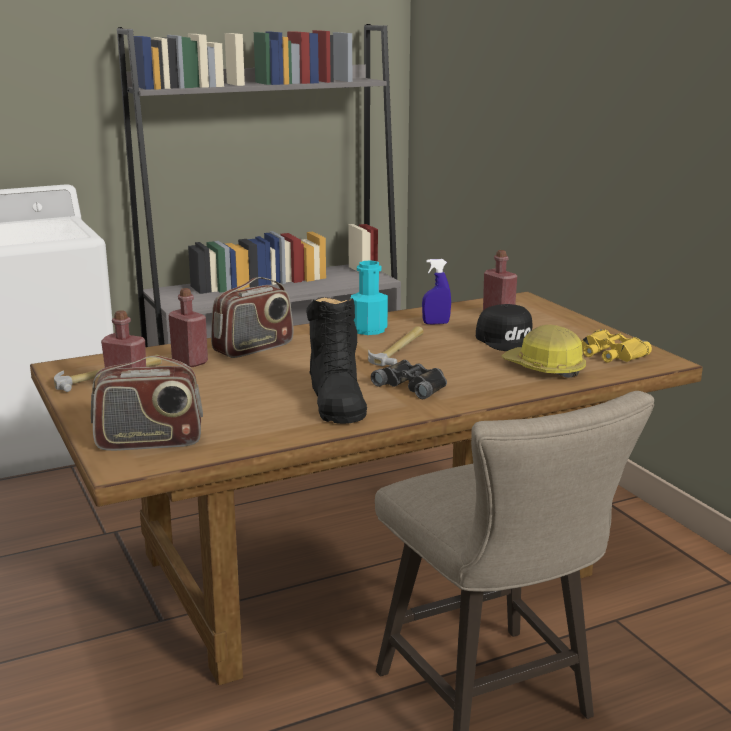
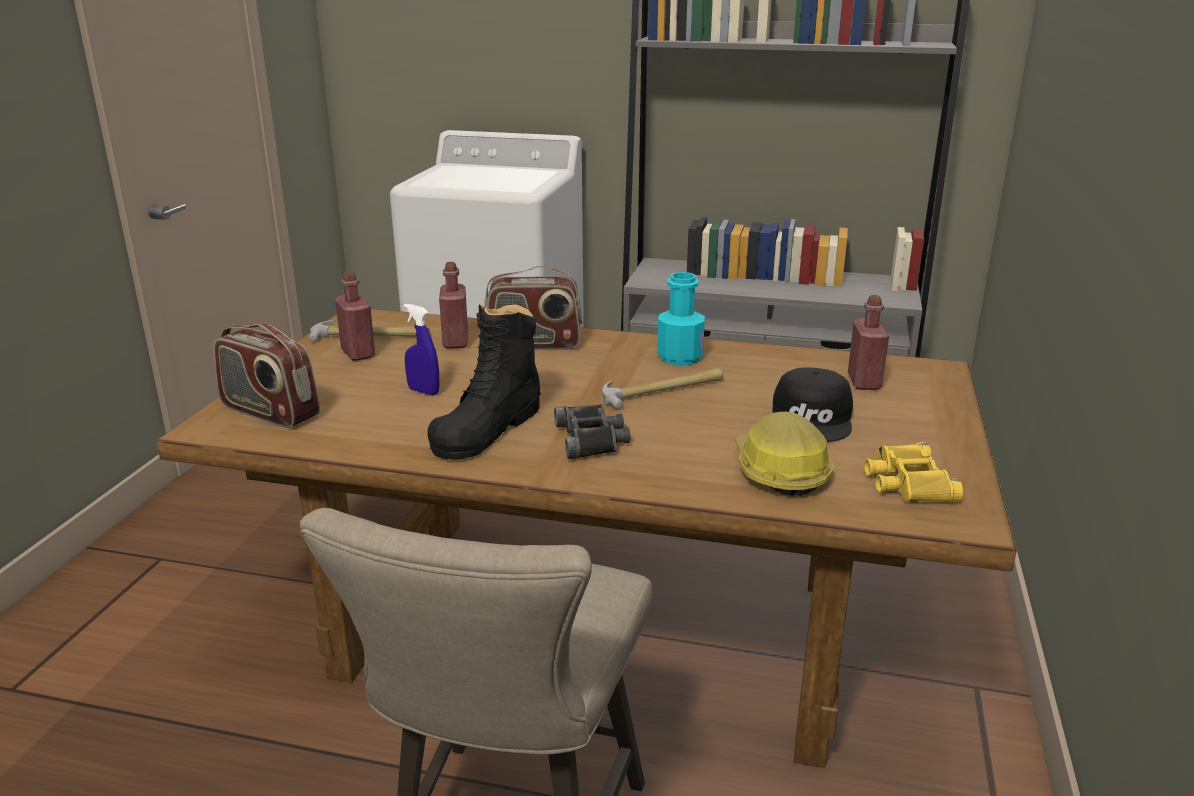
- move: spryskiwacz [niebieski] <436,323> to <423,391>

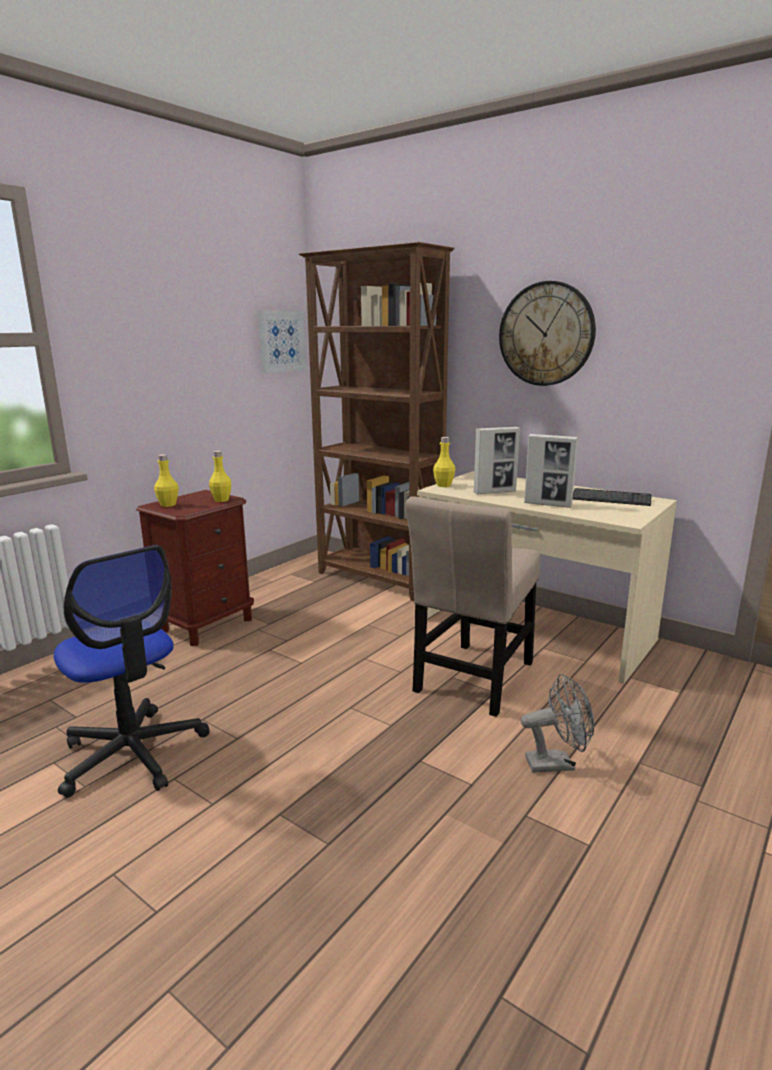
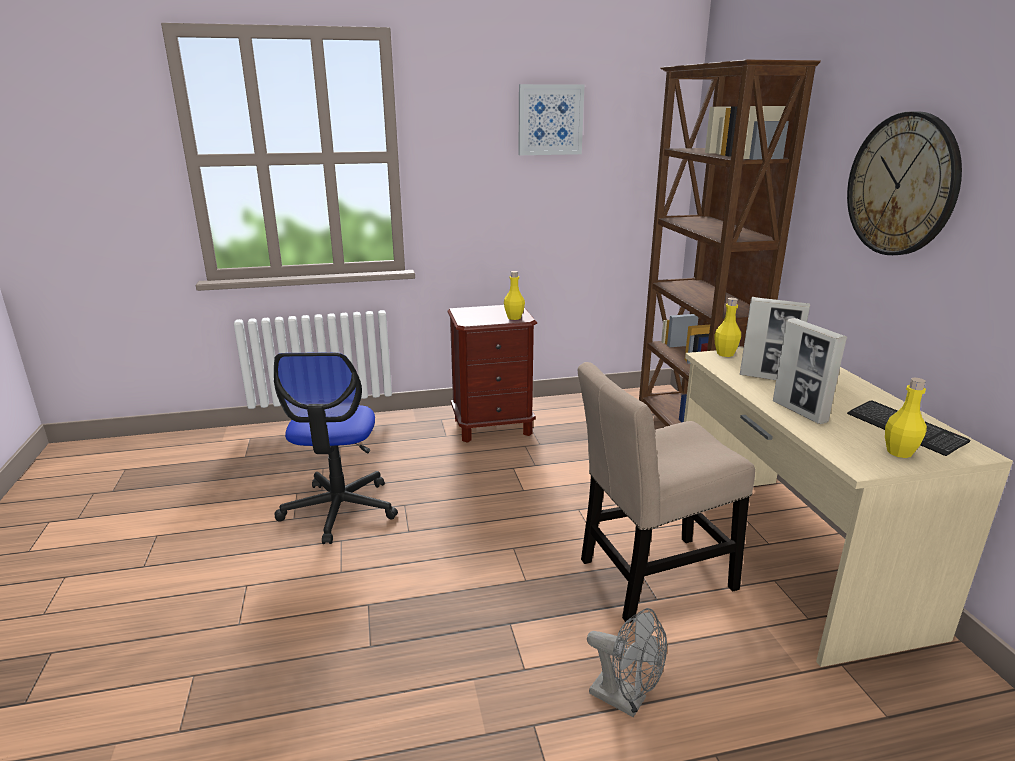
- move: obraz <281,341> to <550,120>
- move: butelka [żółty] <168,505> to <899,452>

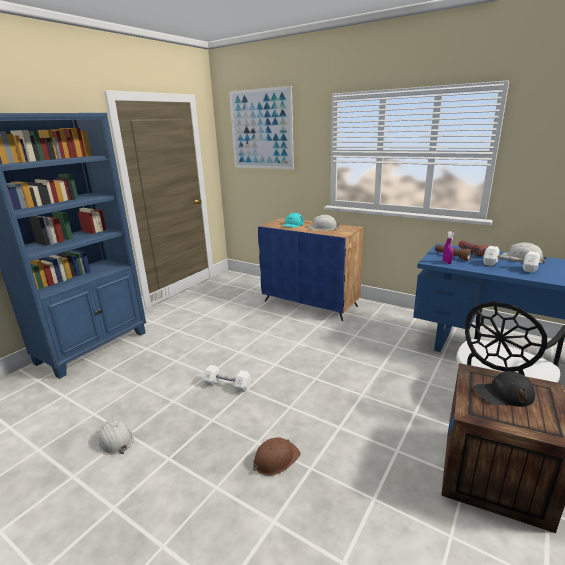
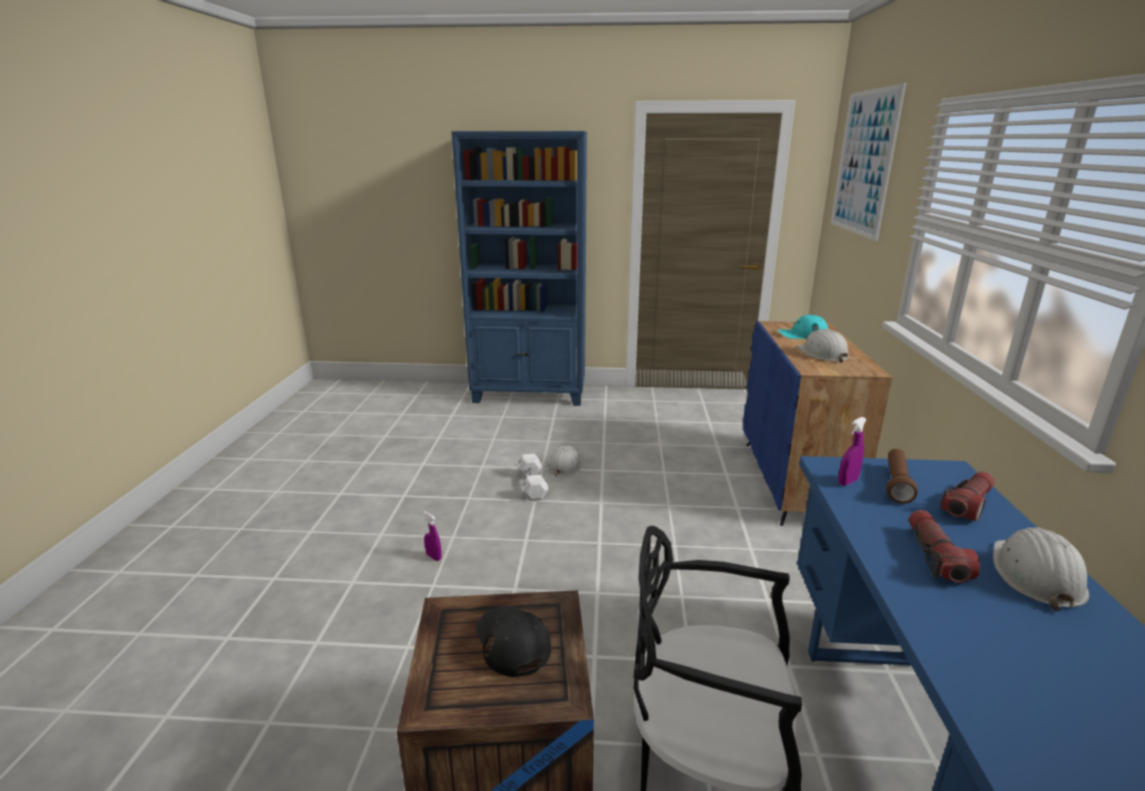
- replace: kask [brązowy] <275,459> to spryskiwacz [fioletowy] <433,557>
- move: kask [biały] <115,440> to <565,466>
- replace: hantel [biały] <509,267> to latarka <935,556>

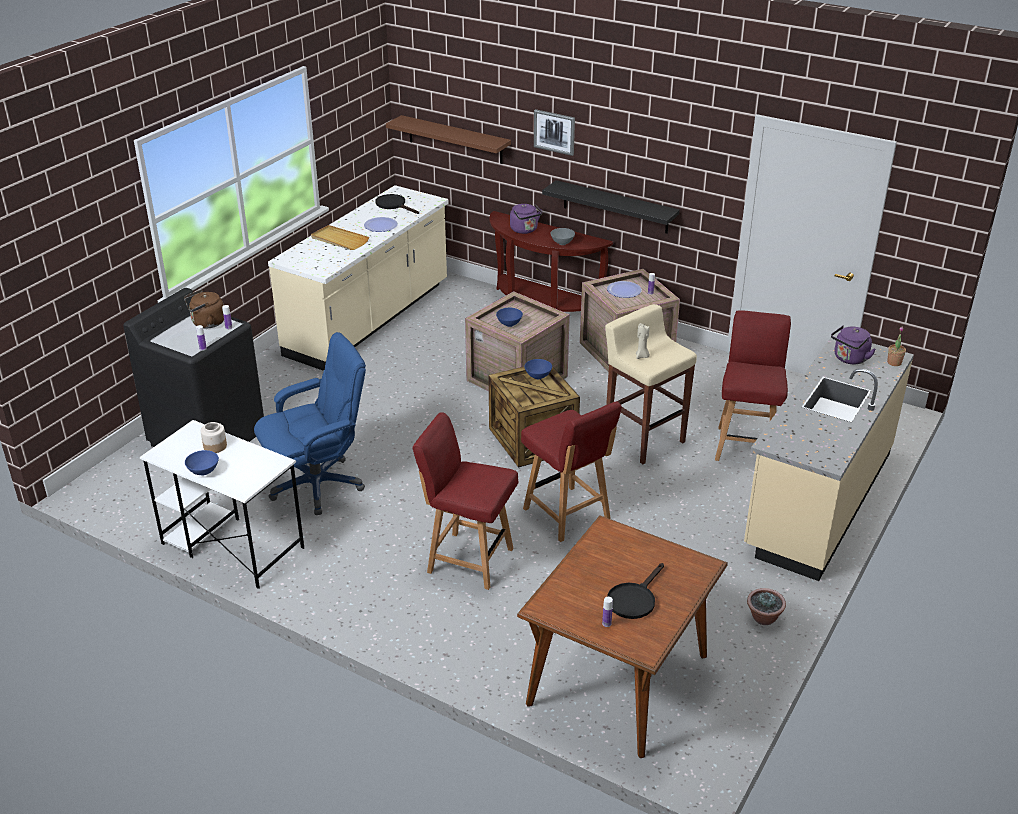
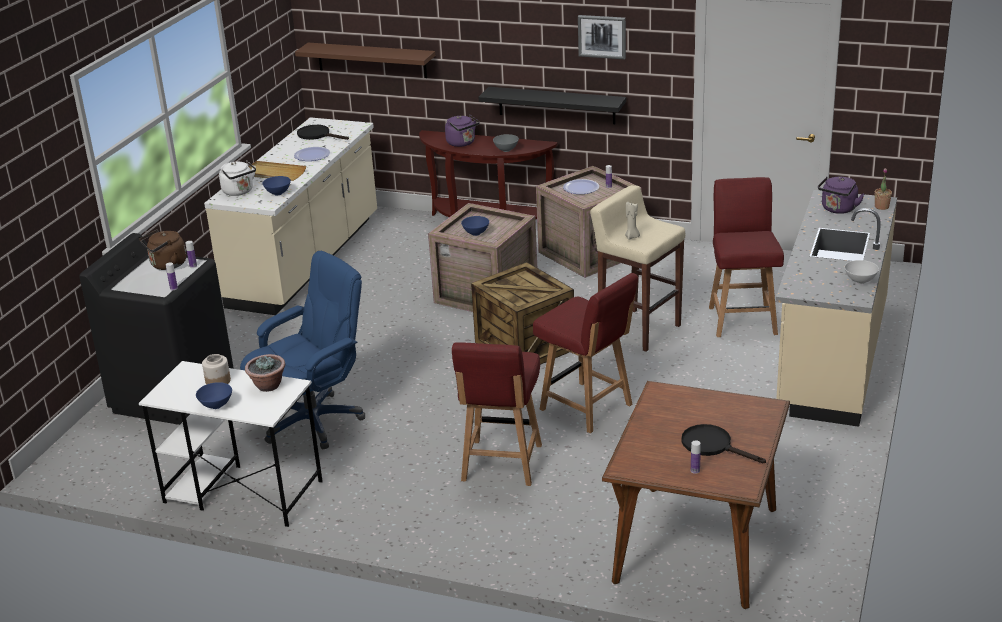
- insert: czajnik [biały] <239,192>
- move: roślina doniczkowa <763,618> to <268,386>
- move: miska [niebieski] <537,377> to <278,193>
- rotate: krzesło [czerwony] <468,559> = <501,464> 90 degrees counterclockwise
- move: obraz <554,132> to <602,36>
- rotate: patelnia [czarny] <634,599> = <713,445> 105 degrees clockwise
- insert: miska [biały] <860,281>

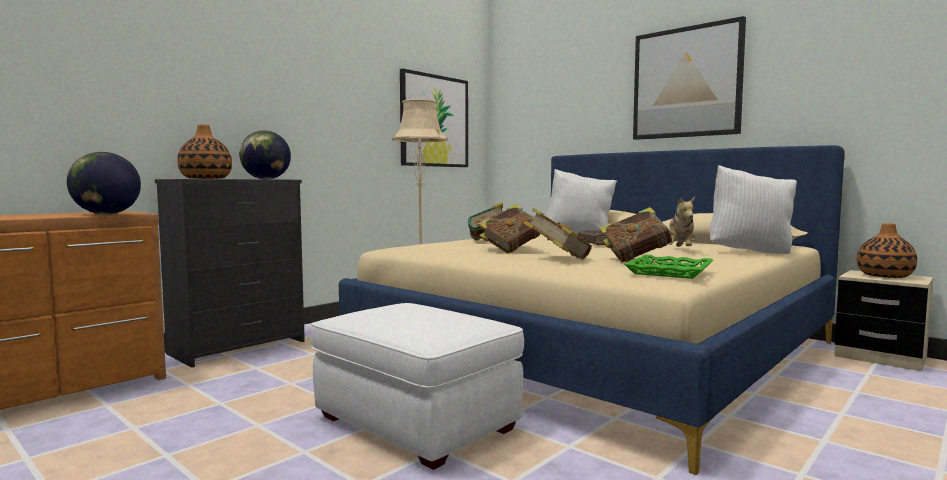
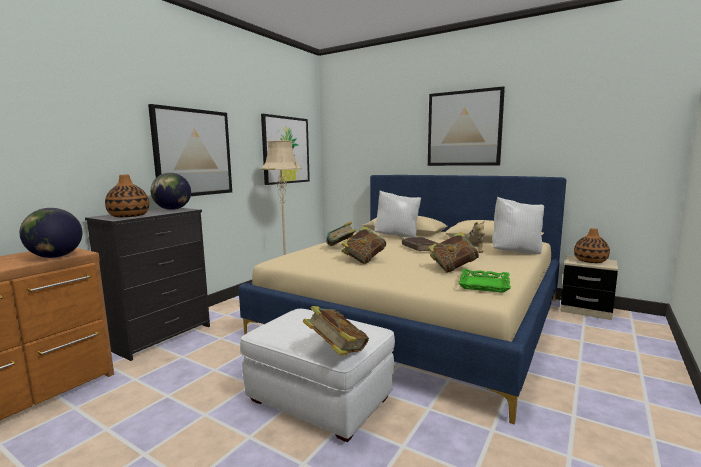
- insert: obraz <193,153>
- move: książka <557,259> to <336,352>

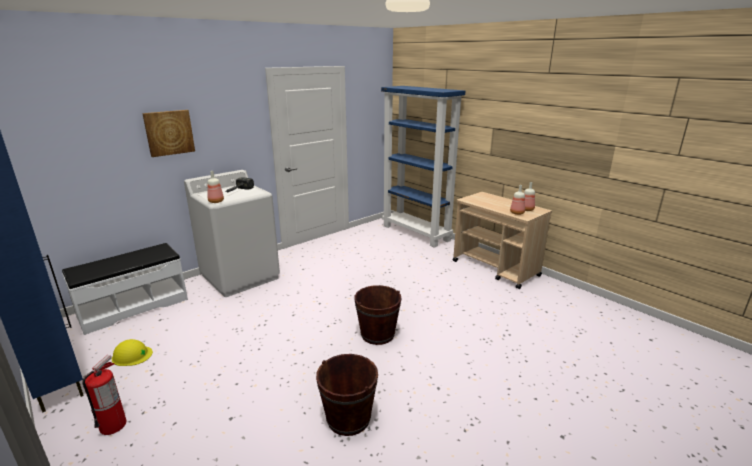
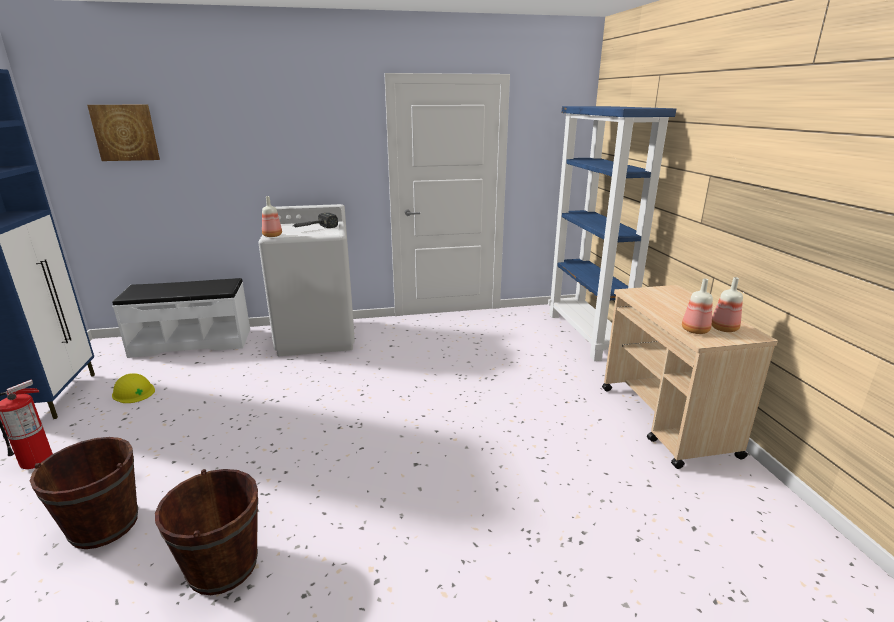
- move: wiadro [brązowy] <377,334> to <104,525>
- move: obraz <169,132> to <125,132>

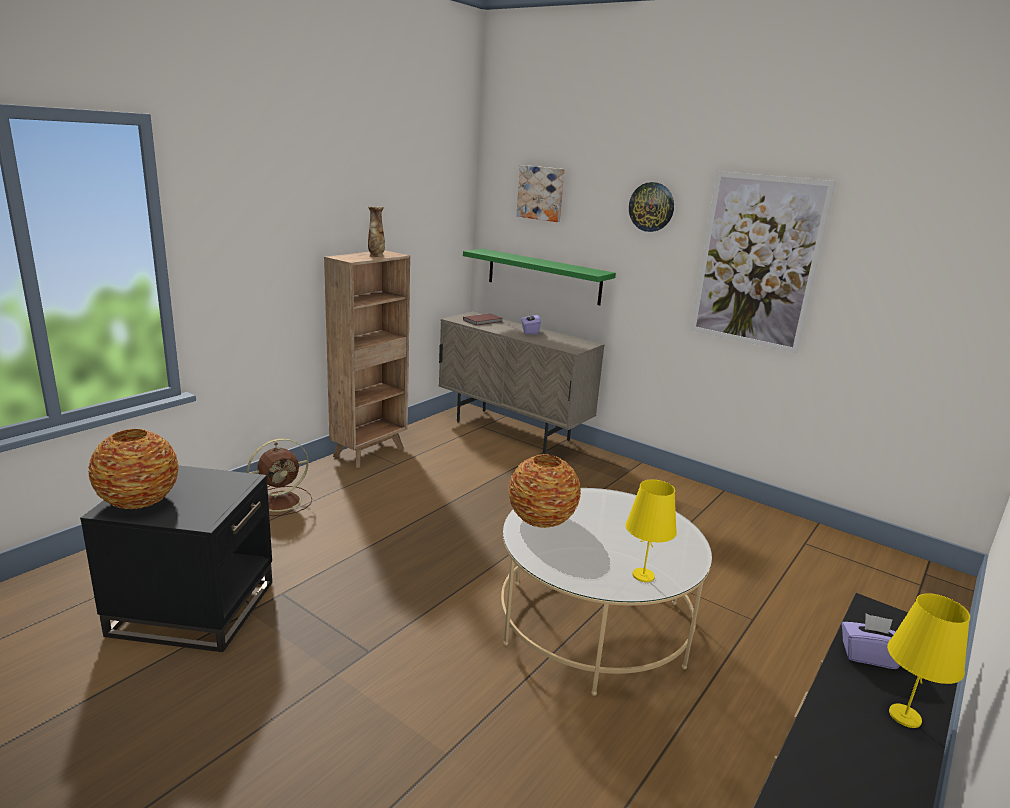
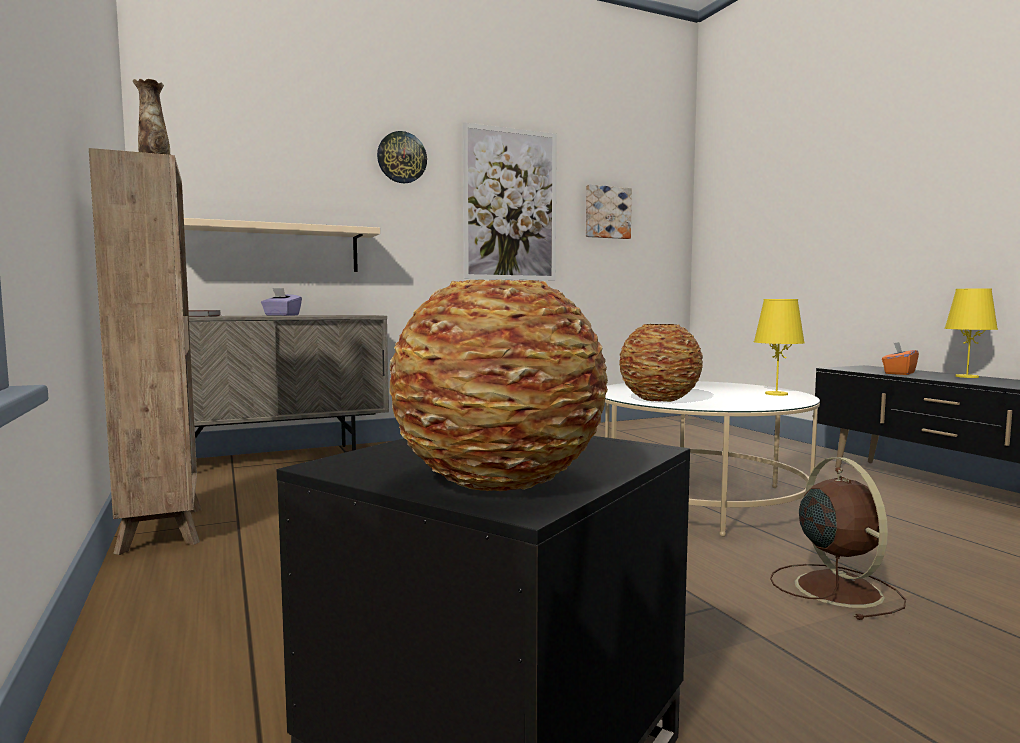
- recolor: półka [zielony] <543,276> to półka [beżowy] <269,248>
- move: obraz <541,193> to <607,212>
- move: wentylator [brązowy] <282,501> to <835,588>
- recolor: pudełko chusteczek [fioletowy] <869,655> to pudełko chusteczek [pomarańczowy] <899,373>

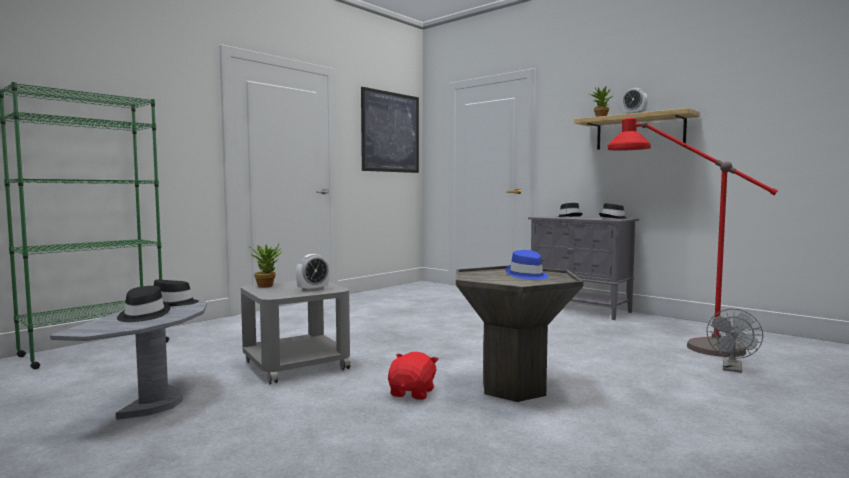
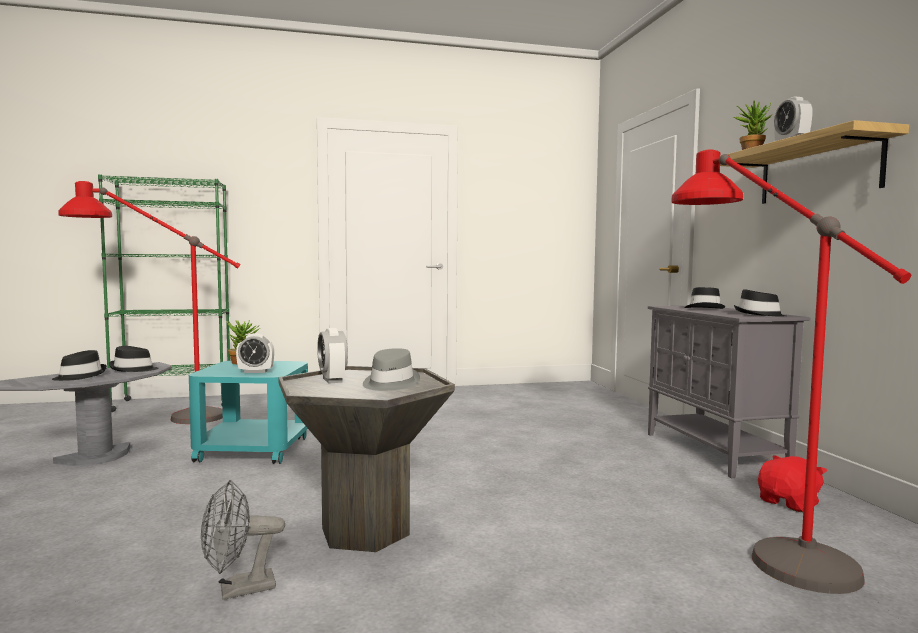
- insert: lampa stojąca [czerwony] <158,420>
- recolor: stolik [szary] <295,365> to stolik [turkusowy] <253,449>
- move: wentylator [szary] <732,369> to <238,590>
- insert: budzik <332,380>
- recolor: kapelusz [niebieski] <527,275> to kapelusz [szary] <389,383>
- move: pluszak [czerwony] <413,393> to <789,503>
- delete: obraz <390,132>

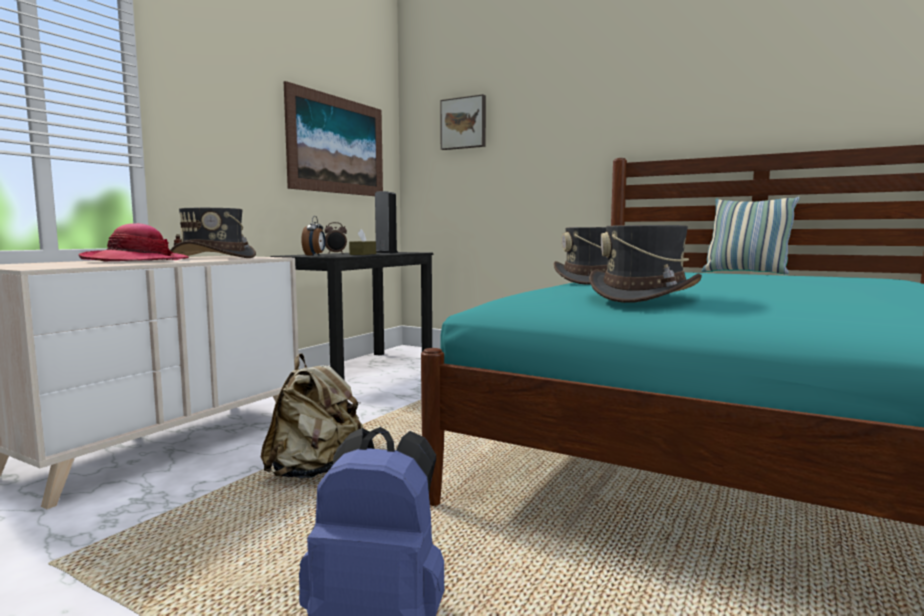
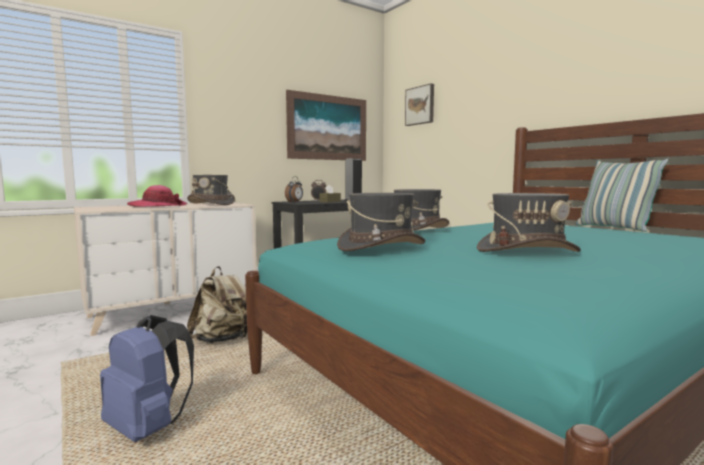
- insert: kapelusz [szary] <526,251>

